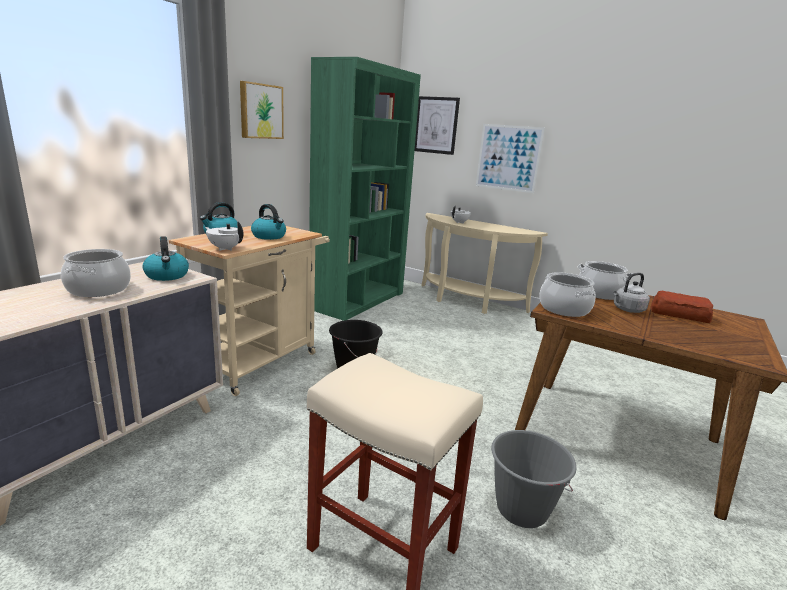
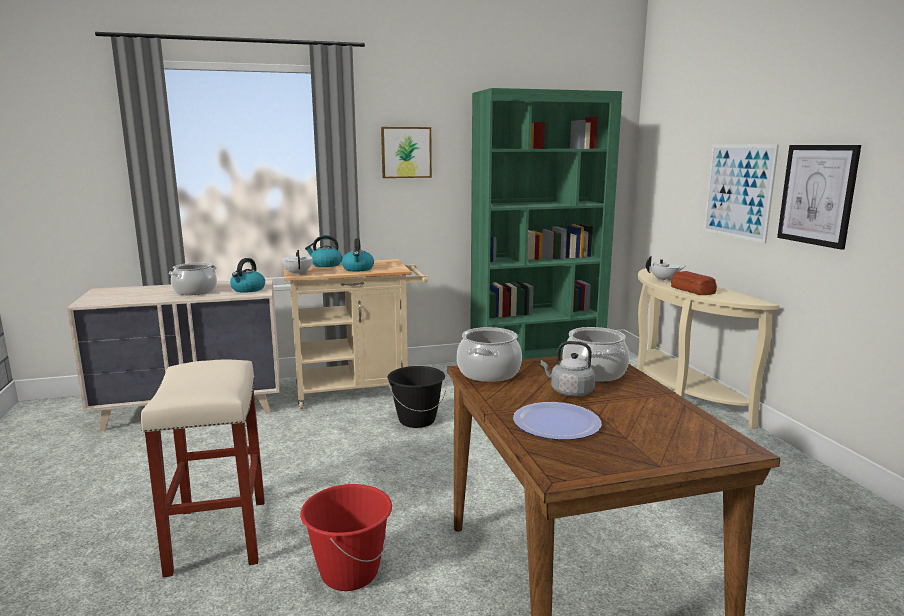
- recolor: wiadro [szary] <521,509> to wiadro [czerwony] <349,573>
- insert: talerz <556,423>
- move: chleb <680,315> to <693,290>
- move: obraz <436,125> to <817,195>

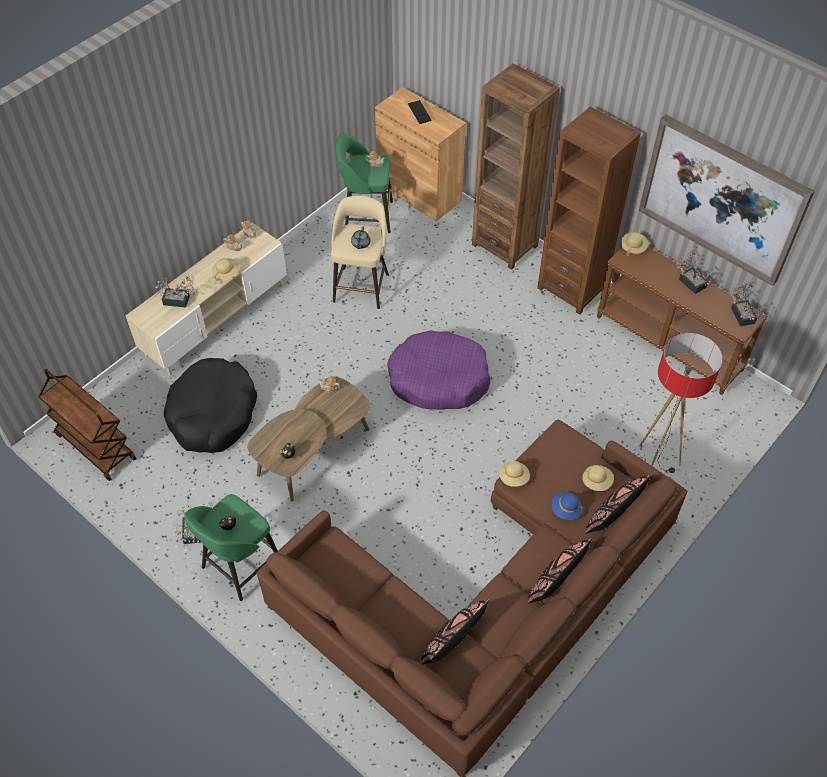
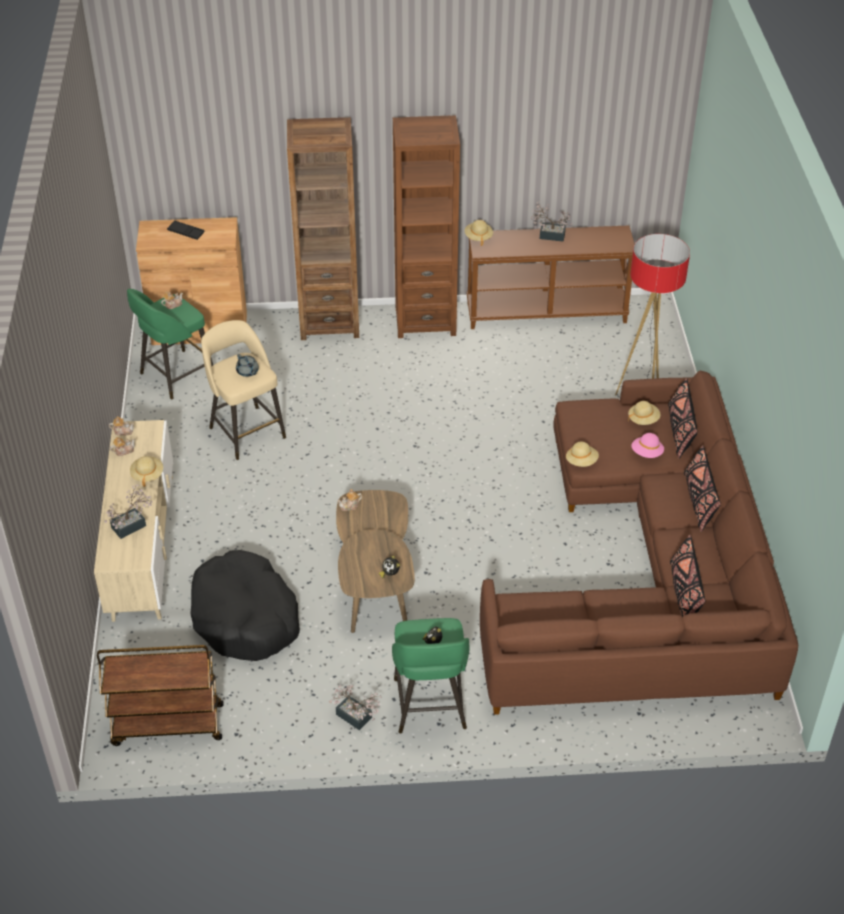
- recolor: kapelusz [niebieski] <565,510> to kapelusz [różowy] <647,453>
- delete: legowisko [fioletowy] <438,379>
- delete: obraz <722,199>
- delete: roślina doniczkowa <742,313>

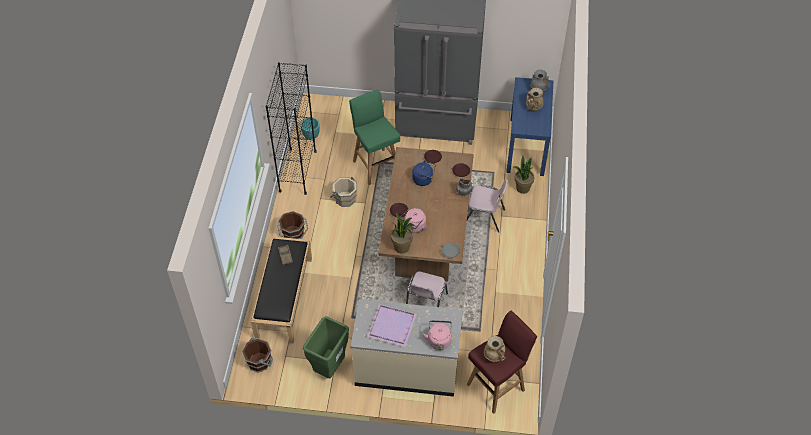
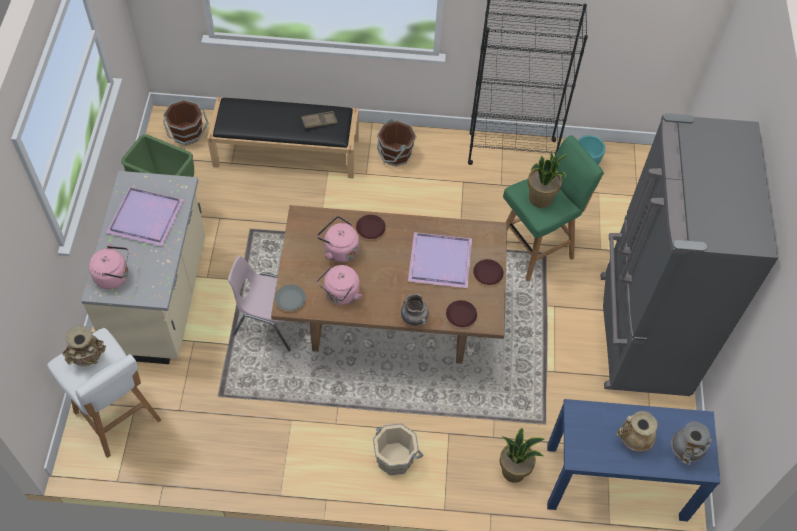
- recolor: stołek [czerwony] <497,386> to stołek [biały] <118,418>
- insert: czajnik [różowy] <340,295>
- move: wiadro [beżowy] <345,199> to <395,457>
- replace: czajnik [niebieski] <424,179> to taca [fioletowy] <439,262>
- move: roślina doniczkowa <402,247> to <540,199>
- delete: krzesło [różowy] <484,217>

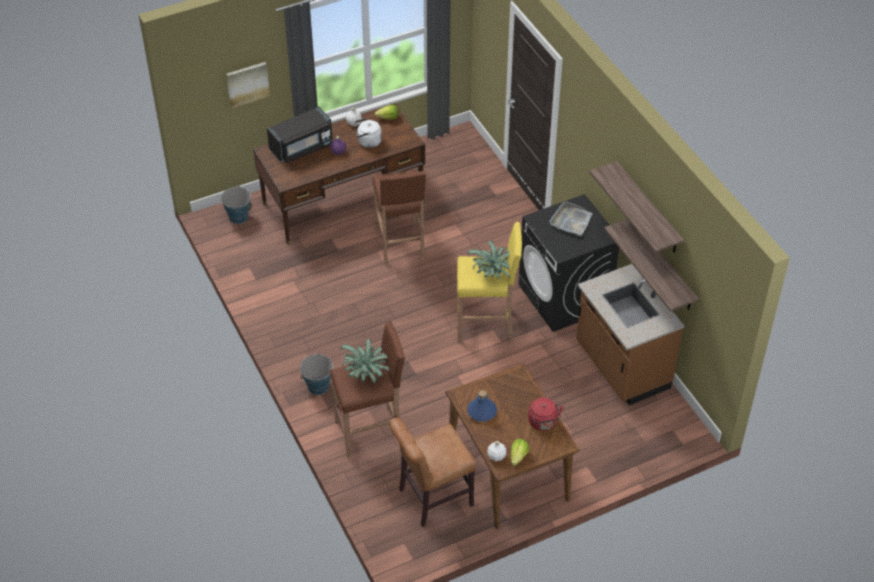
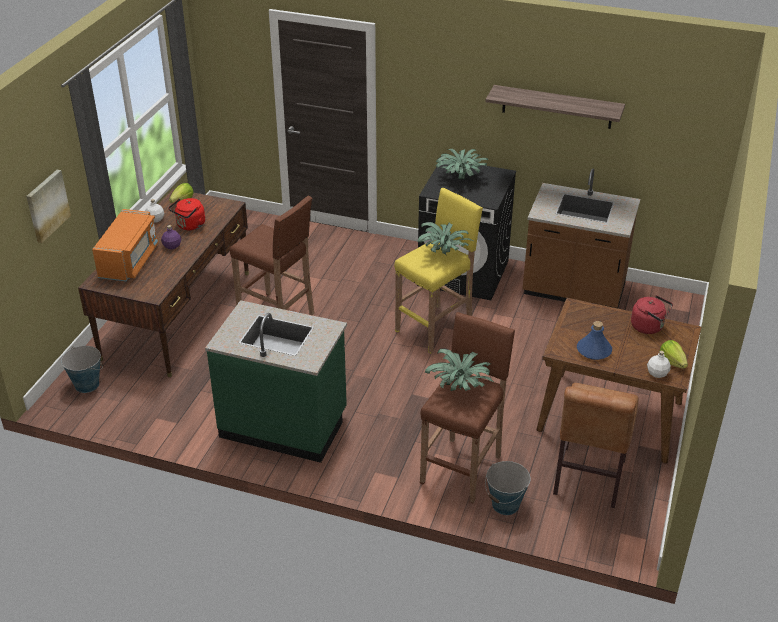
- recolor: mikrofalówka [czarny] <301,147> to mikrofalówka [pomarańczowy] <129,261>
- recolor: czajnik [biały] <367,142> to czajnik [czerwony] <190,226>
- insert: zabudowa kuchenna [zielony] <284,424>
- replace: taca [szary] <571,221> to roślina doniczkowa <460,178>
- move: wiadro <318,386> to <505,505>
- delete: półka <662,266>

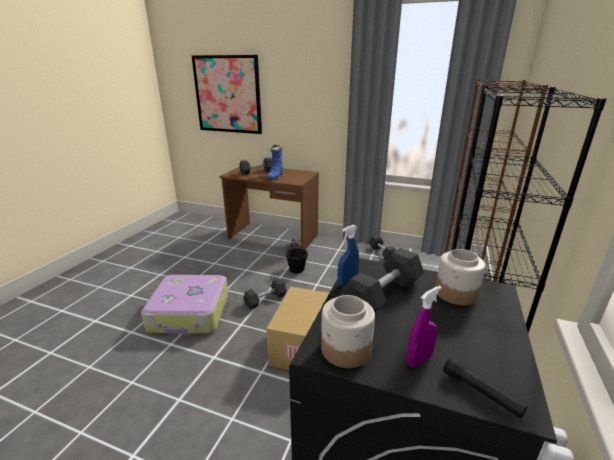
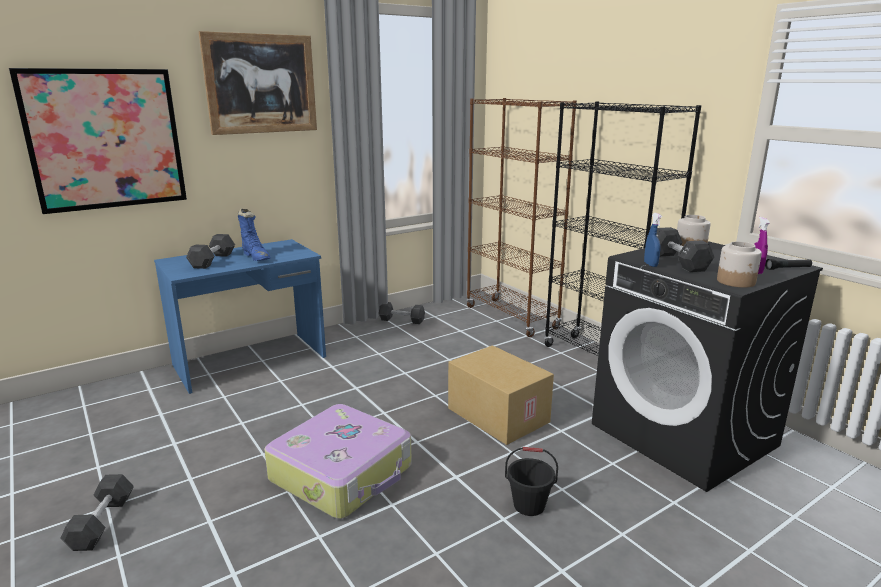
- move: hantel [czarny] <265,300> to <102,523>
- recolor: biurko [brązowy] <273,237> to biurko [niebieski] <251,361>
- insert: obraz <261,84>
- move: wiadro [czarny] <297,269> to <529,505>

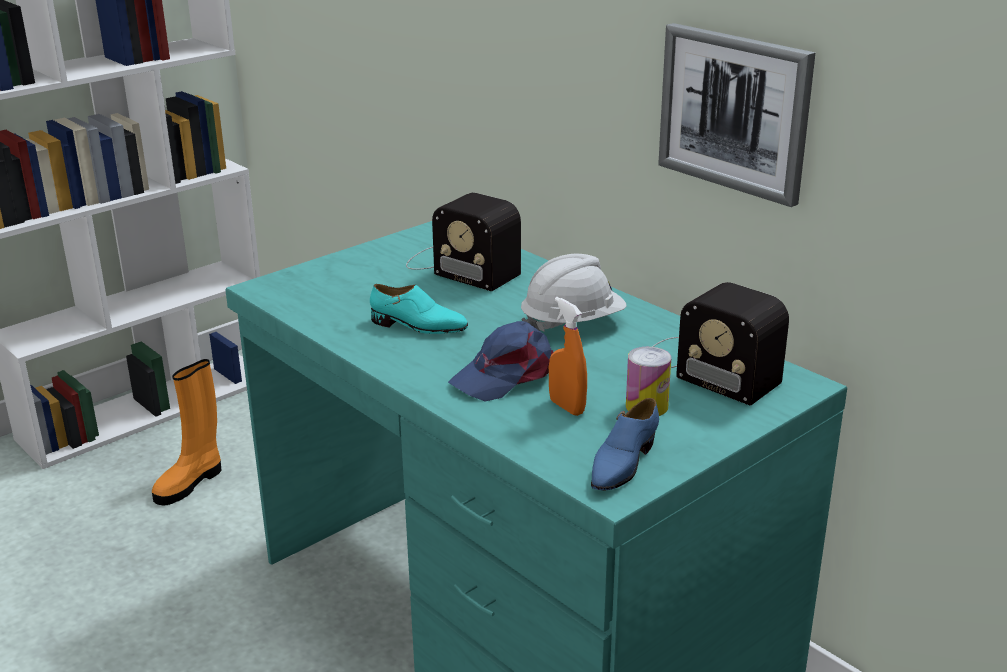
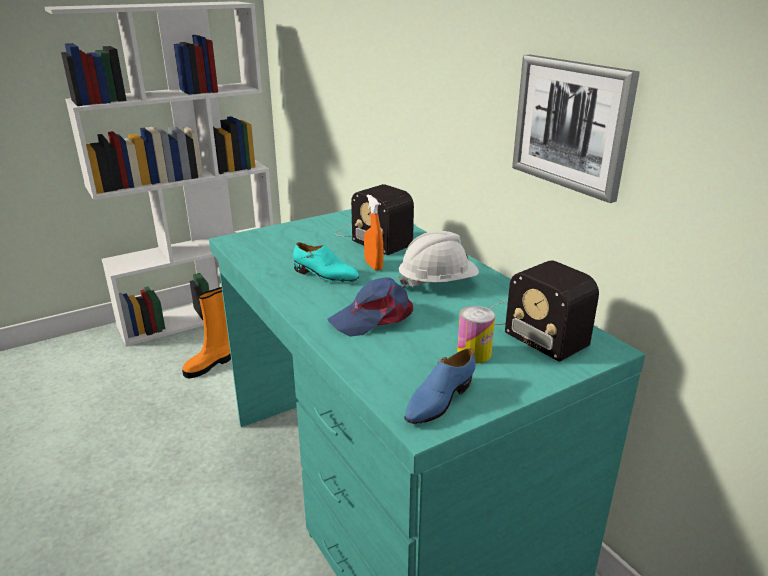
- move: spryskiwacz [pomarańczowy] <567,407> to <373,266>

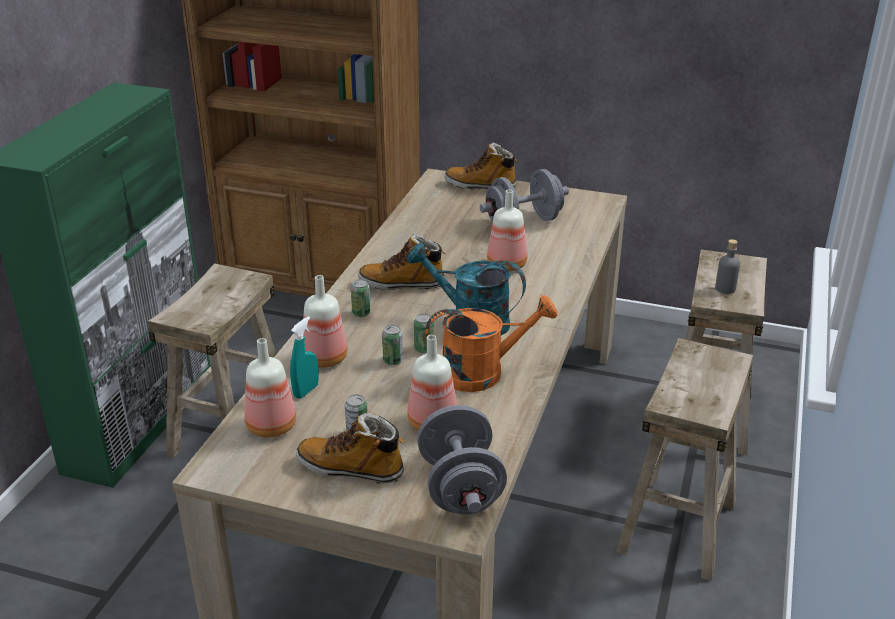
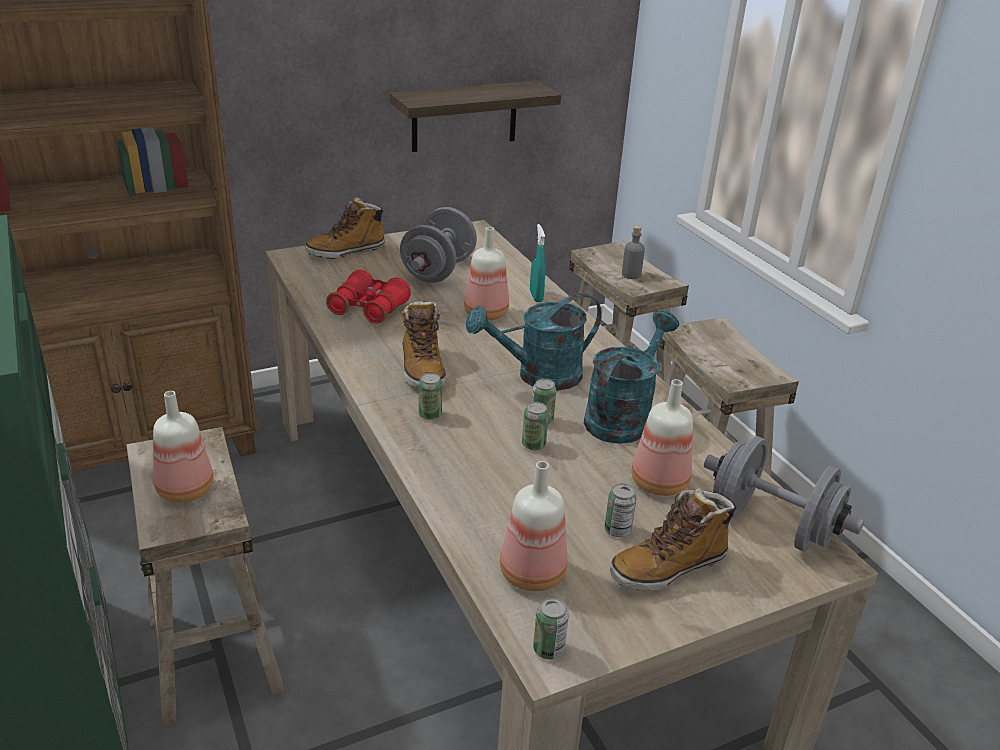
- move: butelka <323,359> to <184,491>
- insert: lornetka [czerwony] <369,309>
- insert: półka <464,116>
- rotate: but z cholewką <402,283> = <422,369> 60 degrees counterclockwise
- move: spryskiwacz [turkusowy] <306,391> to <536,296>
- insert: puszka <548,649>
- recolor: konewka [pomarańczowy] <483,372> to konewka [turkusowy] <622,416>

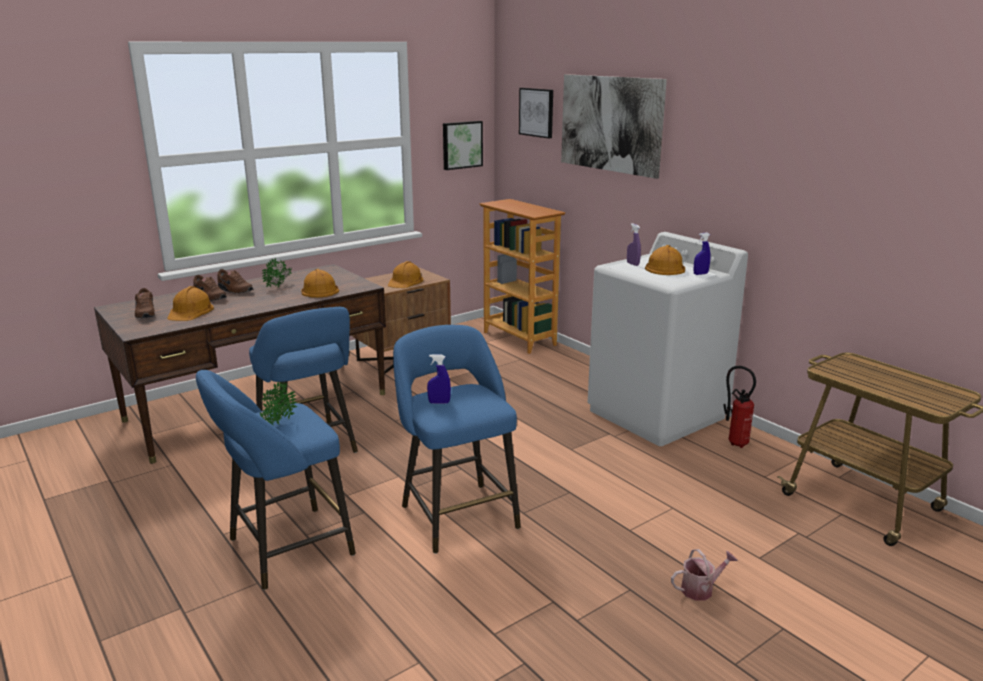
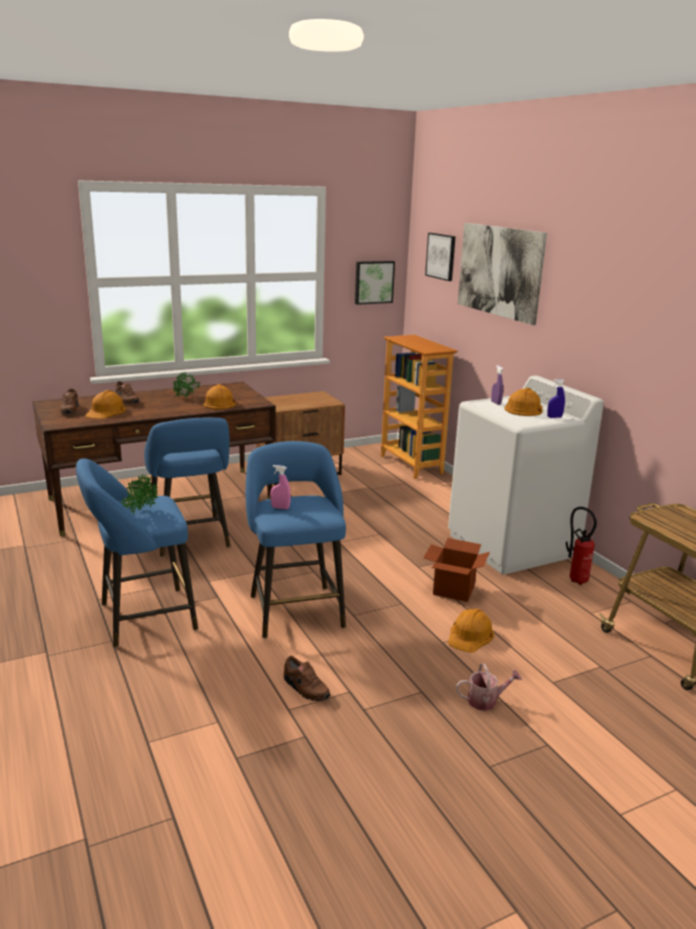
- recolor: spryskiwacz [niebieski] <439,402> to spryskiwacz [różowy] <280,508>
- move: but [brązowy] <234,290> to <305,688>
- insert: karton <454,590>
- move: kask [pomarańczowy] <405,281> to <470,635>

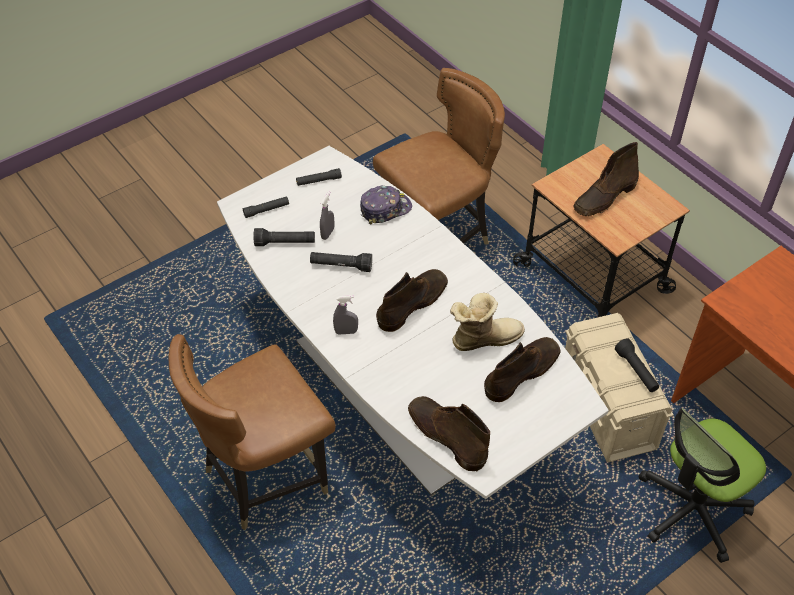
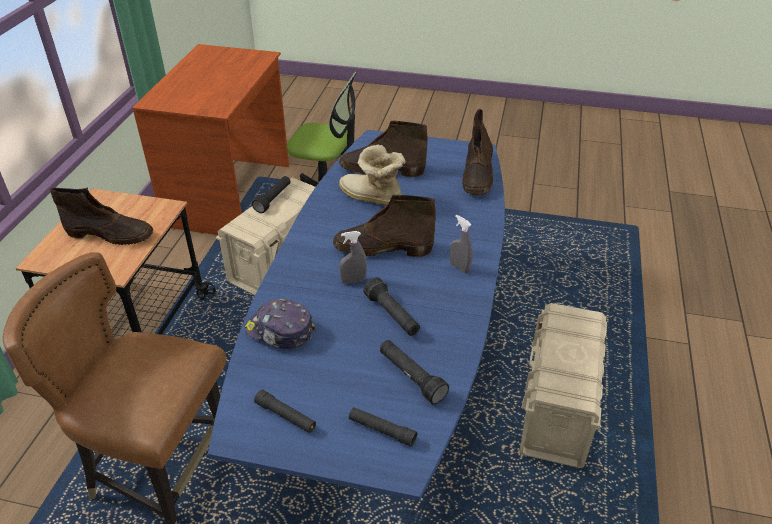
- recolor: stół jadalny [biały] <396,391> to stół jadalny [niebieski] <385,382>
- move: spryskiwacz [szary] <327,233> to <353,281>
- replace: krzesło [brązowy] <264,477> to pojemnik do przechowywania [beżowy] <556,410>

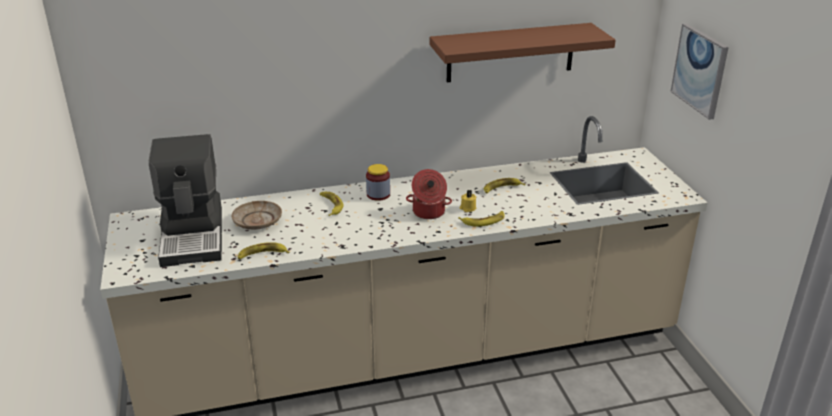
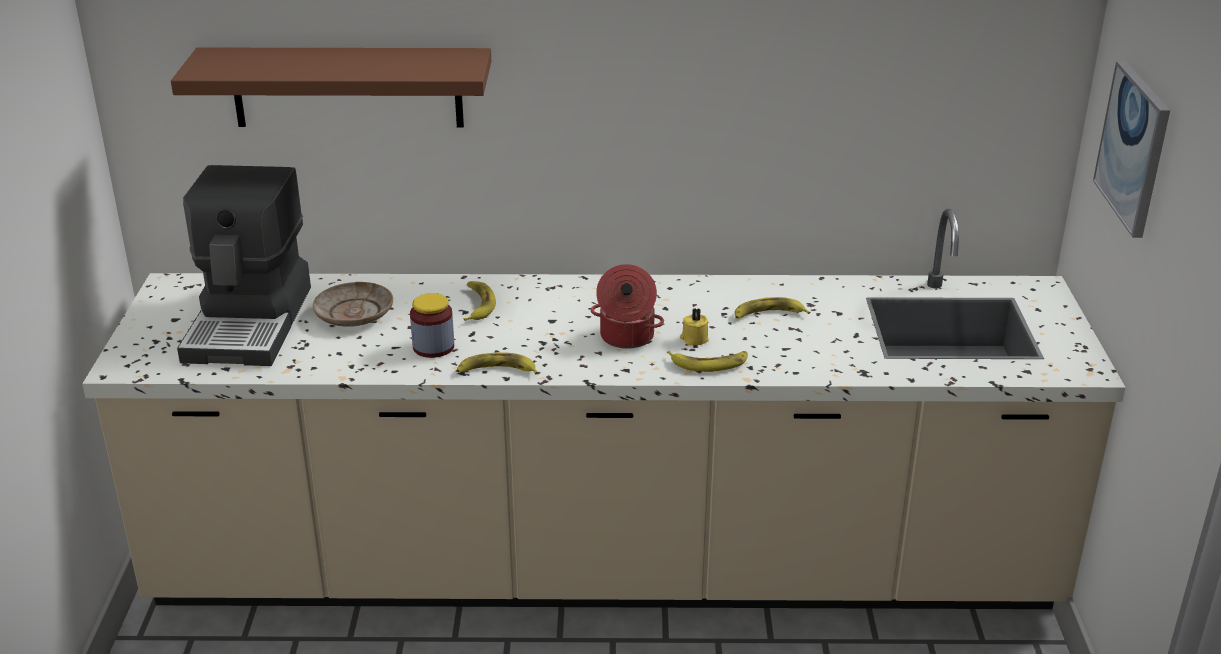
- move: półka [brązowy] <510,52> to <347,87>
- move: słoik <378,195> to <433,347>
- move: banan <262,254> to <496,371>

